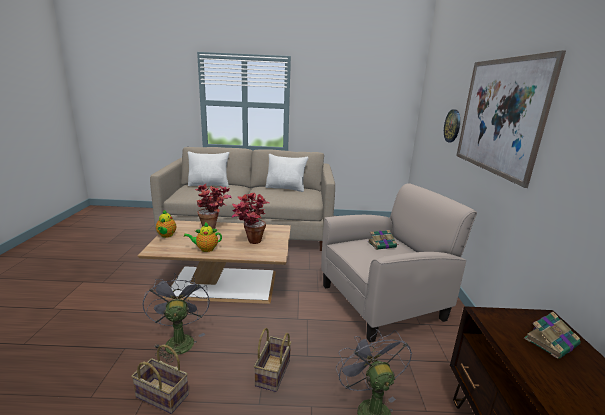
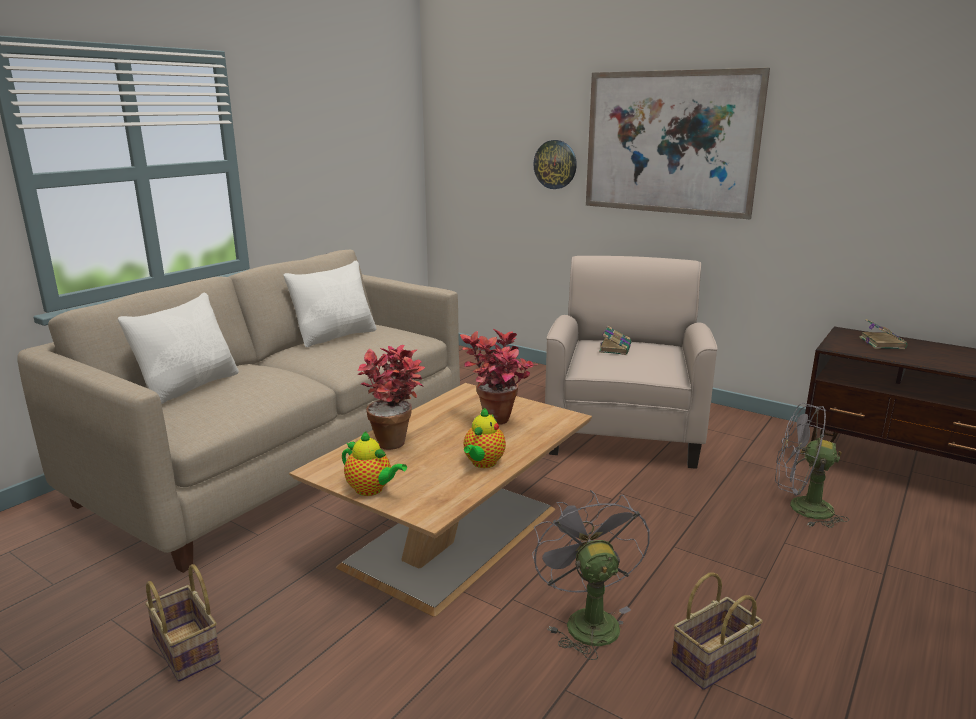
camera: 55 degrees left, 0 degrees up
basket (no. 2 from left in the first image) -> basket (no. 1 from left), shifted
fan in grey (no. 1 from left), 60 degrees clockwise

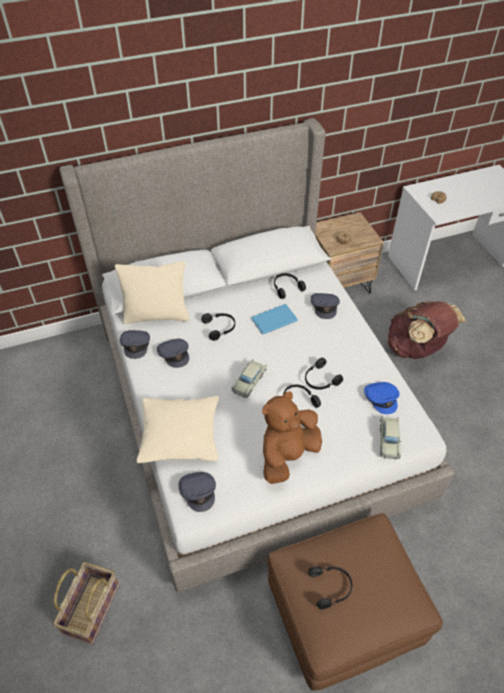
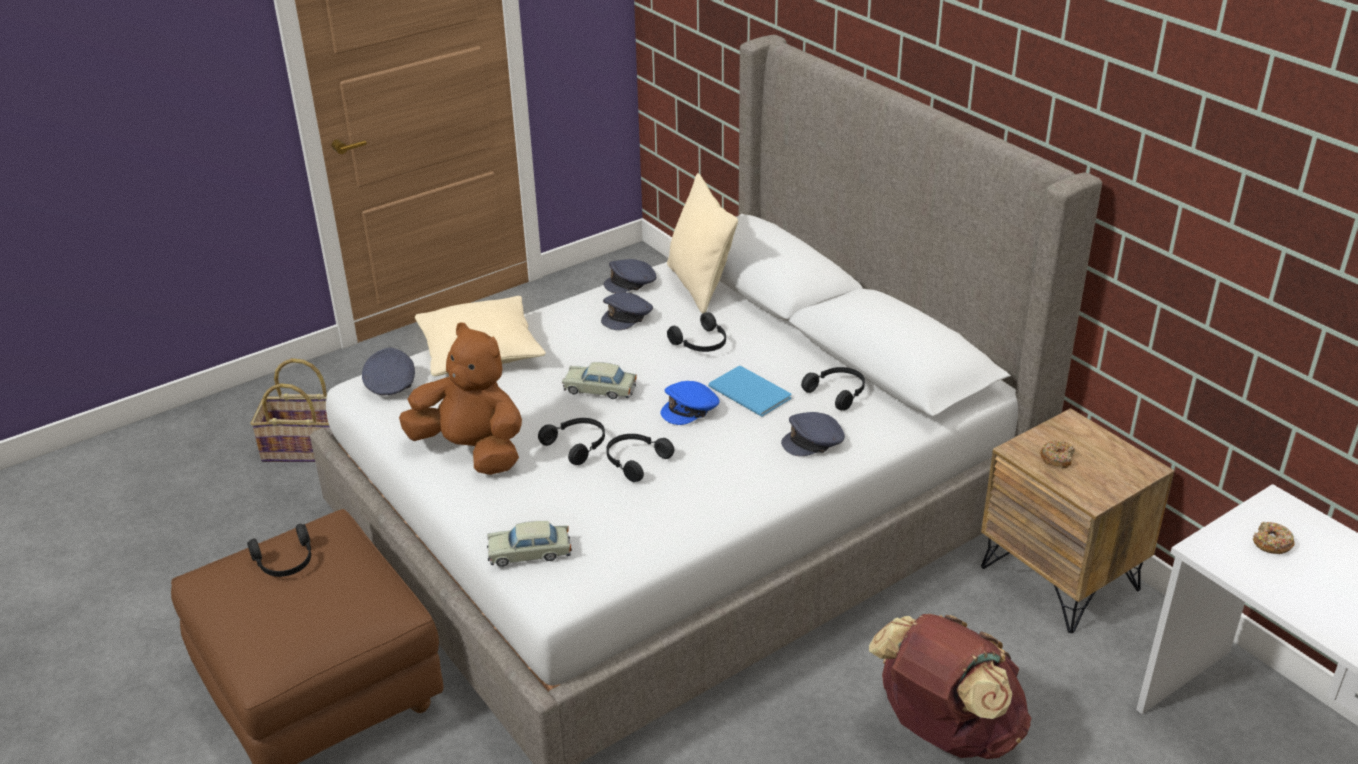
camera: 75 degrees right, 15 degrees down
cap in grey (no. 3 from left in the first image) -> cap in grey (no. 1 from left), 120 degrees clockwise
cap in blue, shifted

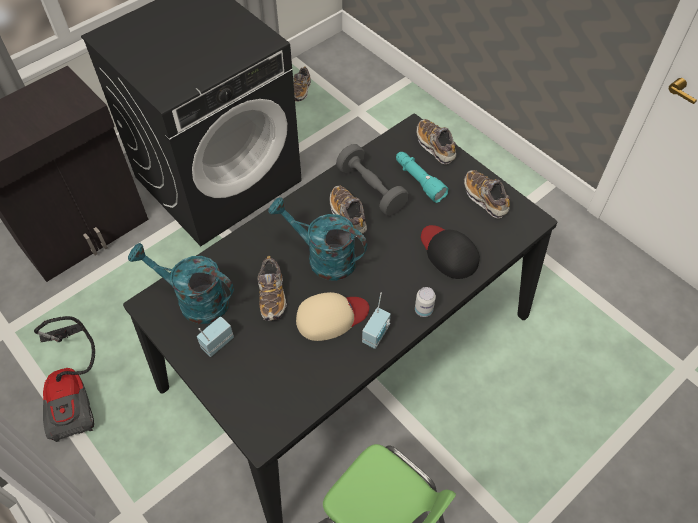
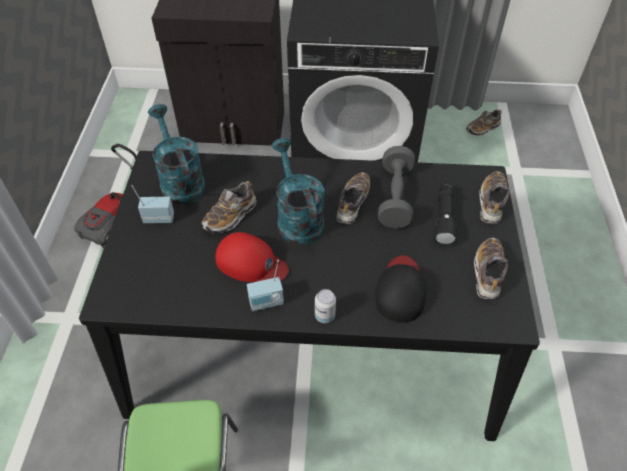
camera: 45 degrees right, 5 degrees down
cap in beige -> cap in red
flashlight in turquoise -> flashlight in black

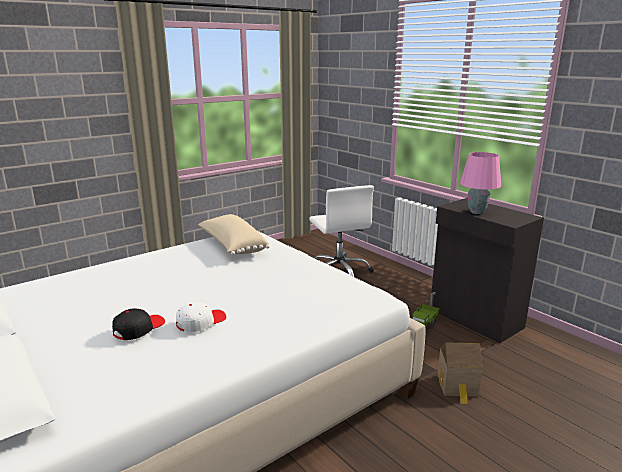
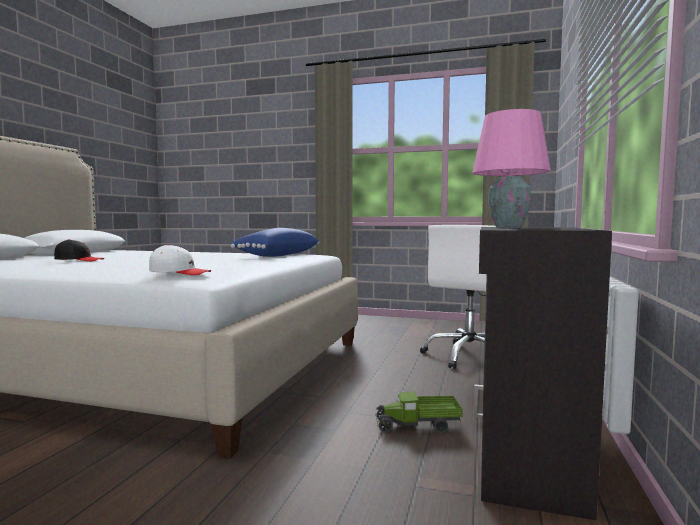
camera: 55 degrees right, 15 degrees down
cap in white, shifted
pillow in beige -> pillow in blue
toy house -> none

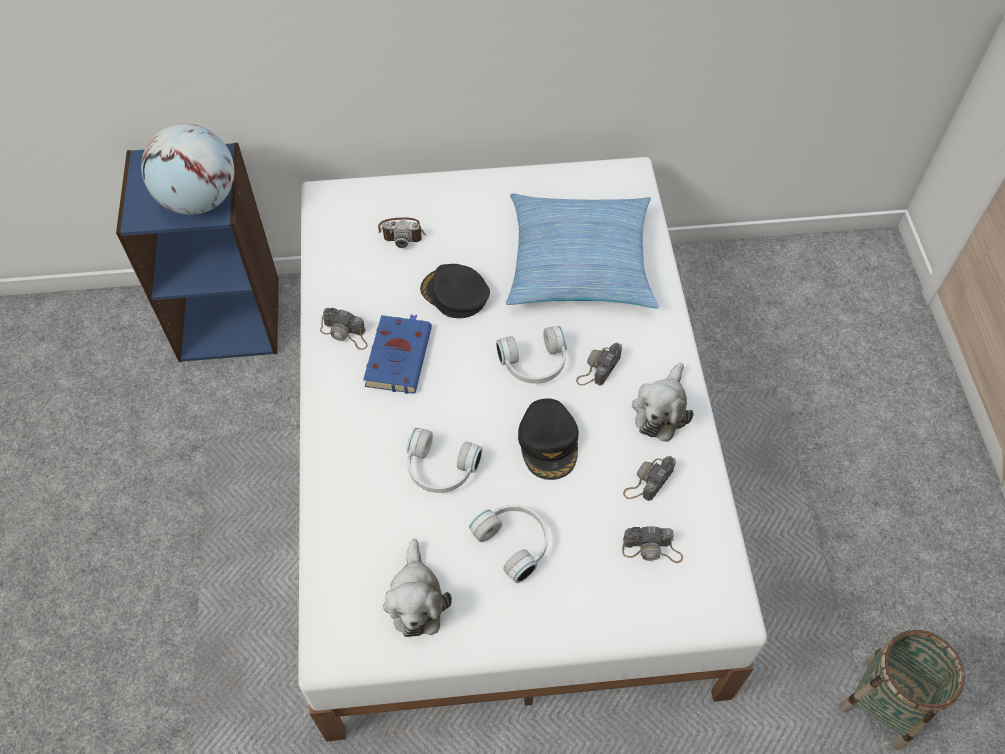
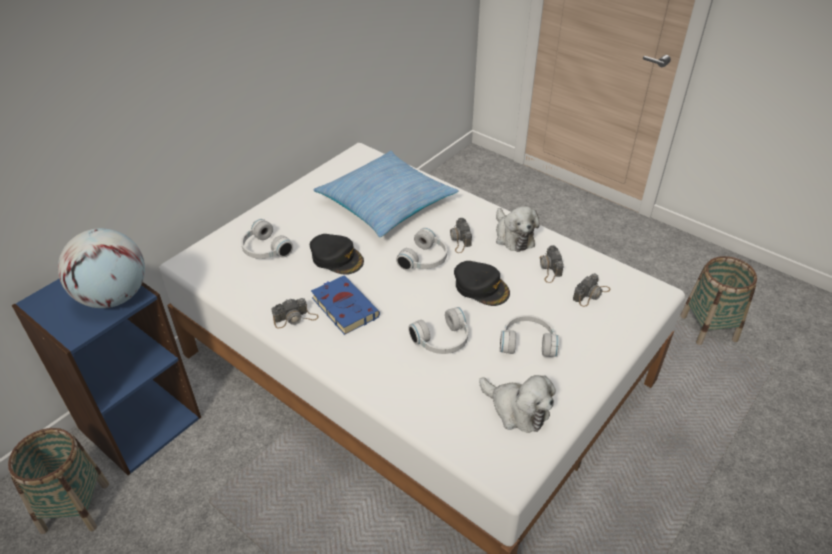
camera: 45 degrees left, 15 degrees down
none -> basket (no. 1 from left)
photo camera (no. 2 from left) -> headphones in white (no. 1 from left)
cap in black (no. 1 from left), 135 degrees counterclockwise

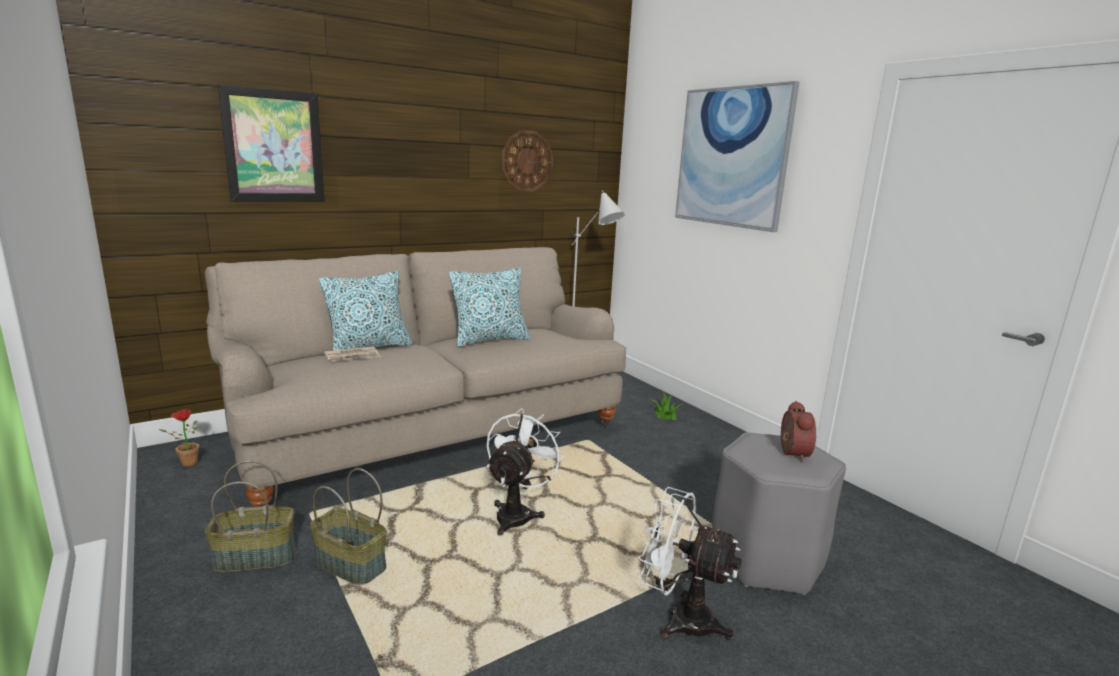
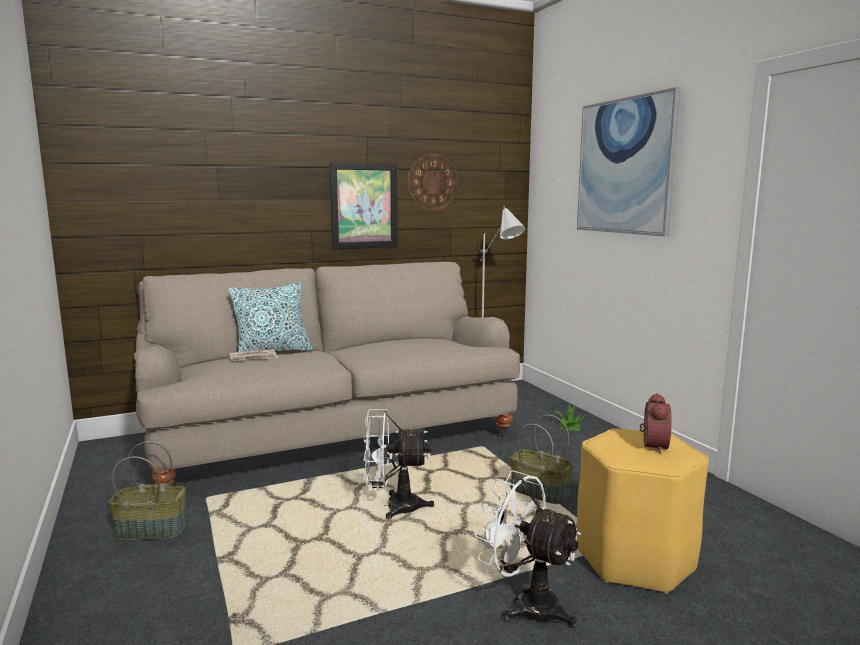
camera: 10 degrees right, 5 degrees down
picture (no. 1 from left), shifted
fan in white (no. 1 from left), 120 degrees counterclockwise
basket (no. 2 from left), shifted
stool in grey -> stool in yellow
potted plant (no. 1 from left) -> none
pillow (no. 2 from left) -> none

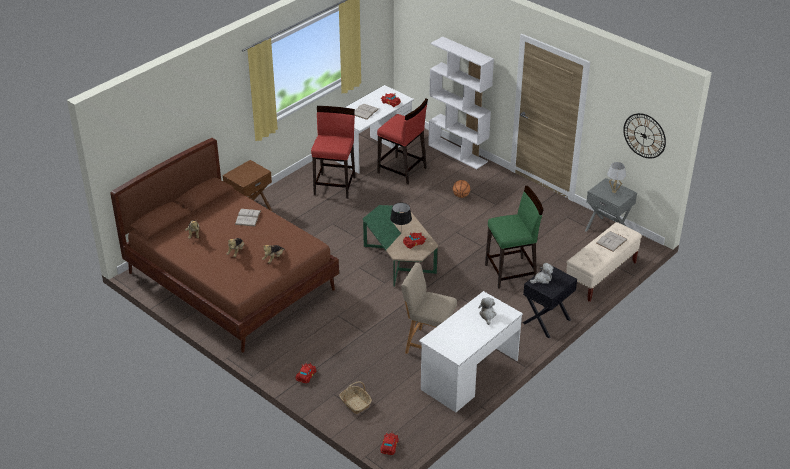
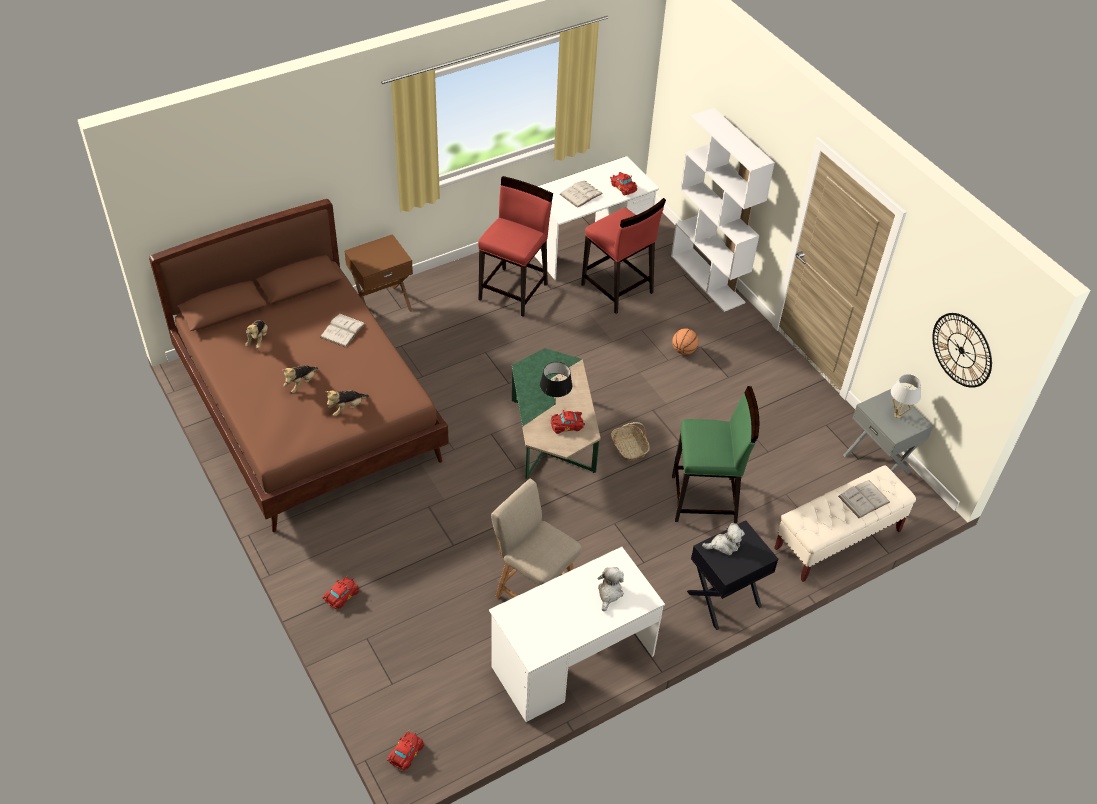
camera: 15 degrees right, 10 degrees up
basket, shifted

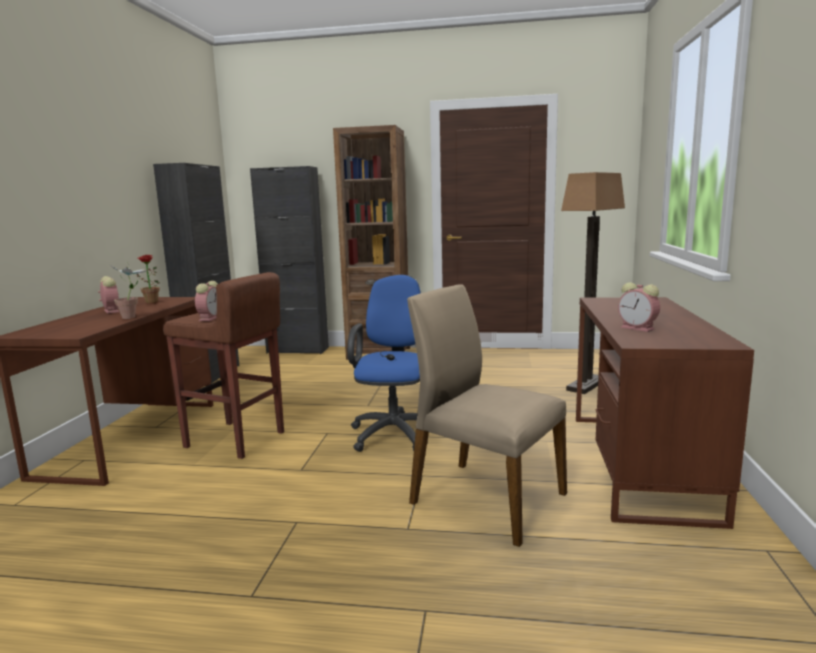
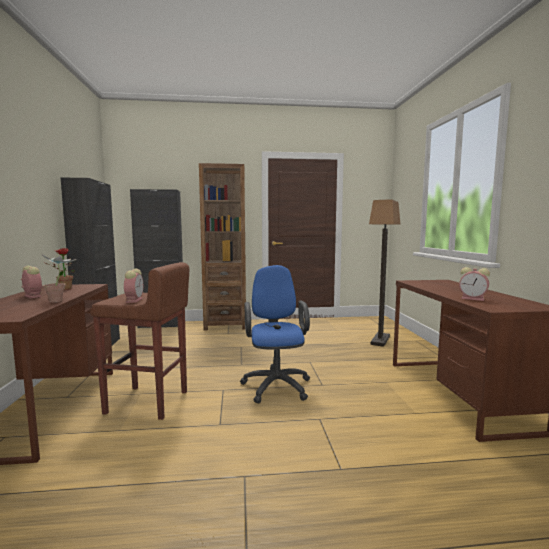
camera: 15 degrees left, 5 degrees down
chair in beige -> none

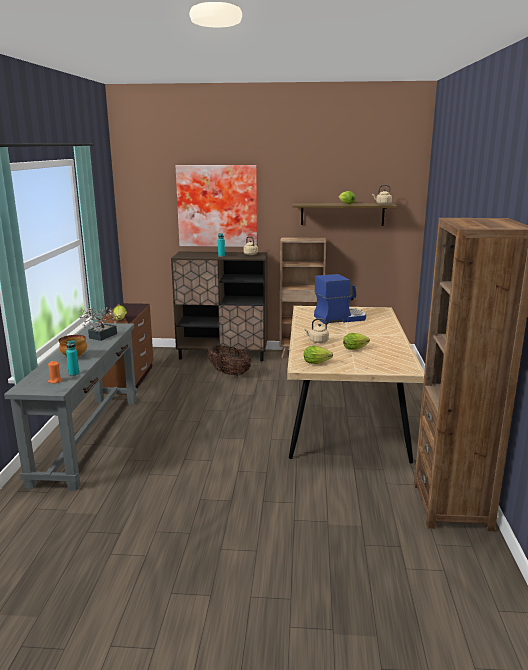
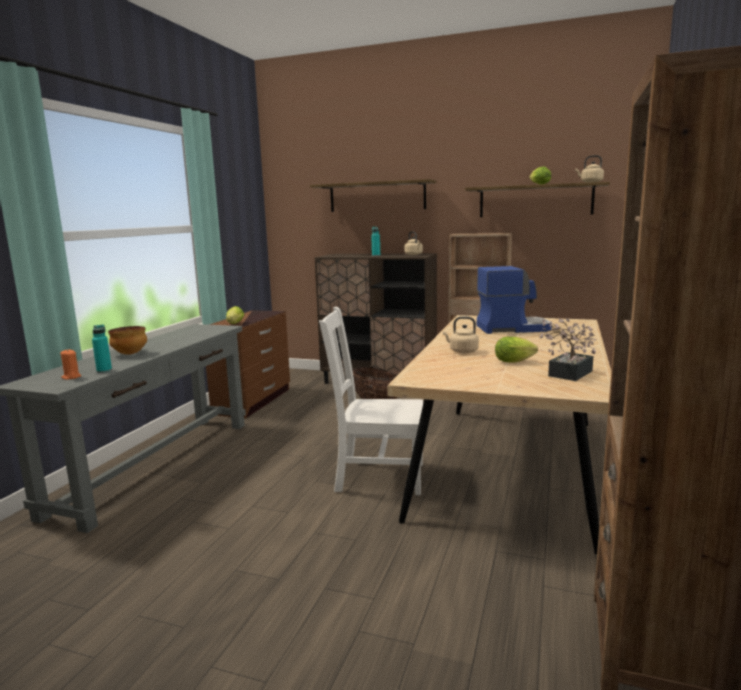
camera: 15 degrees right, 5 degrees down
picture -> shelf (no. 1 from left)
none -> chair in white
potted plant, shifted
lettuce (no. 2 from left) -> none

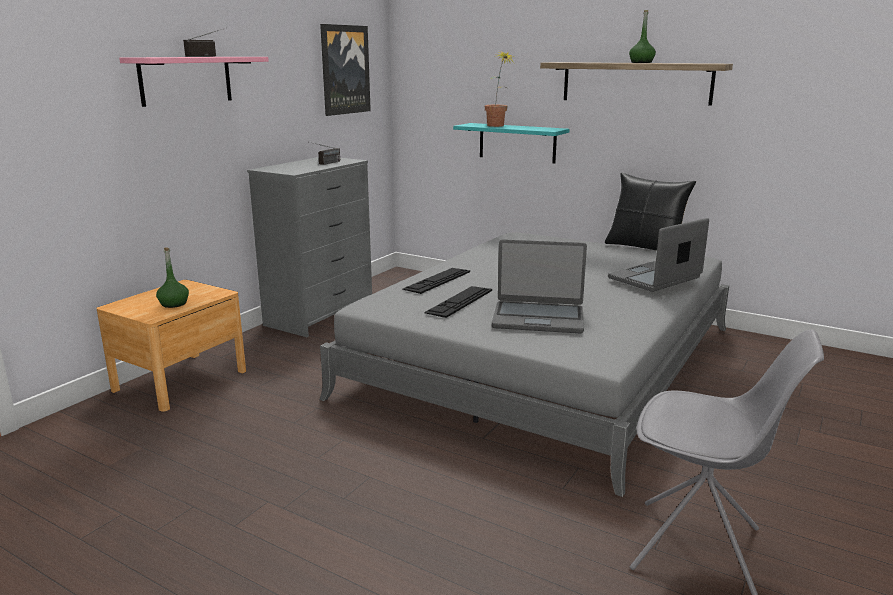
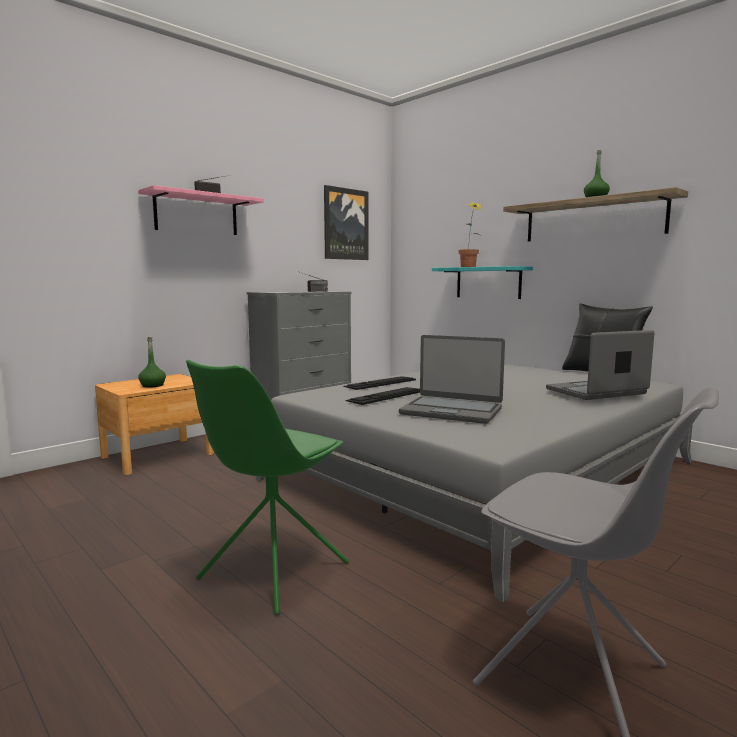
camera: 15 degrees right, 10 degrees down
none -> chair in green

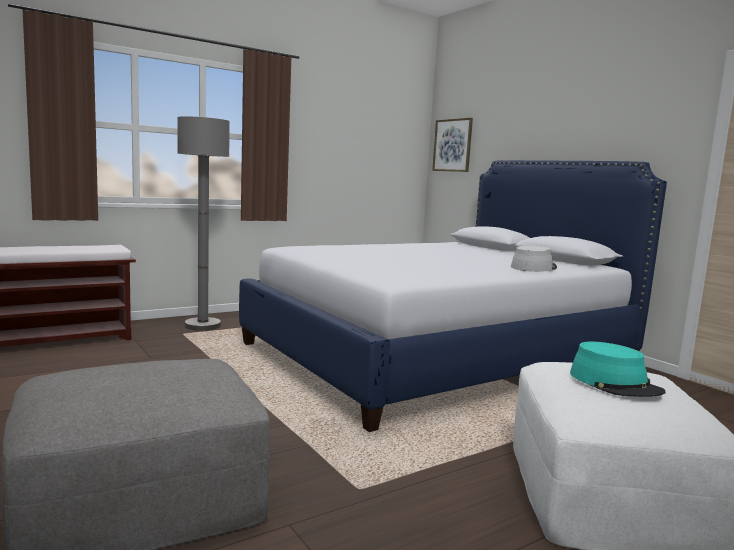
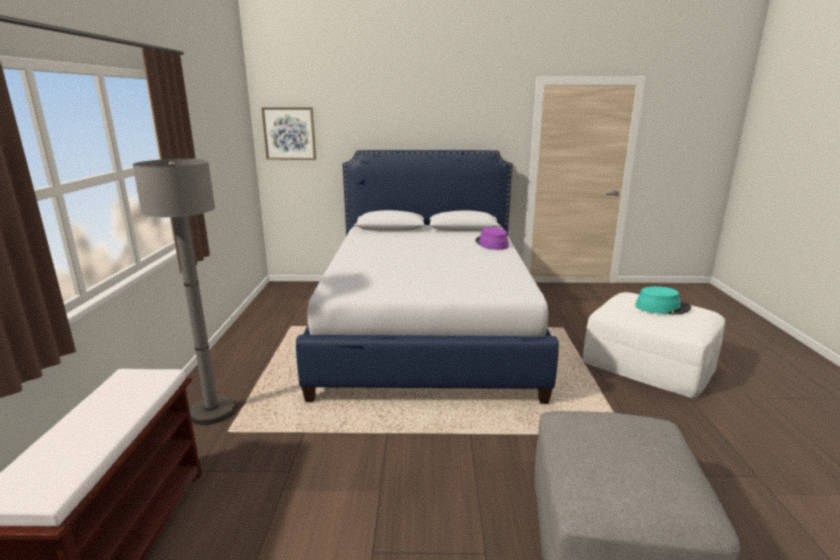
camera: 55 degrees left, 10 degrees up
hat in grey -> hat in purple

